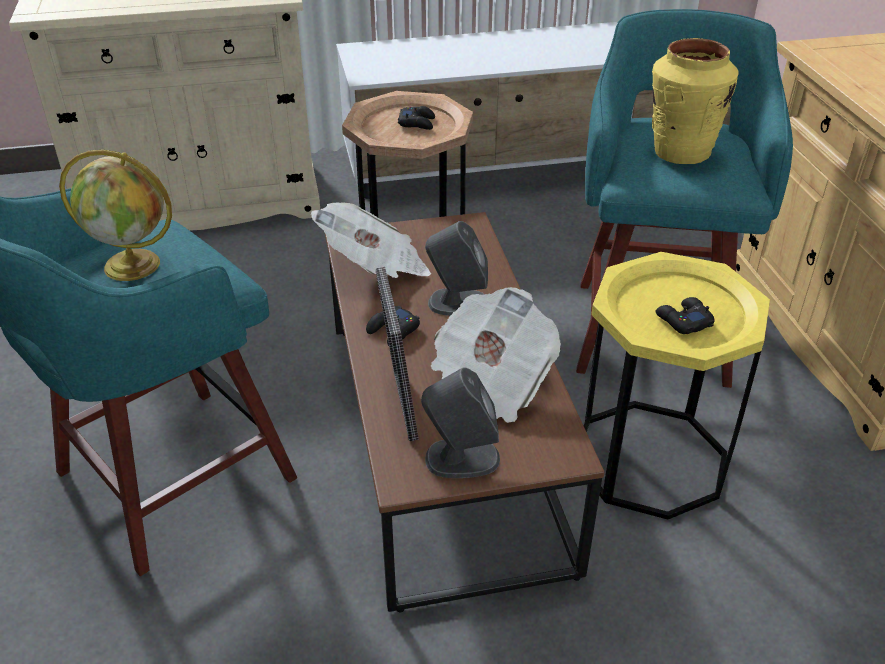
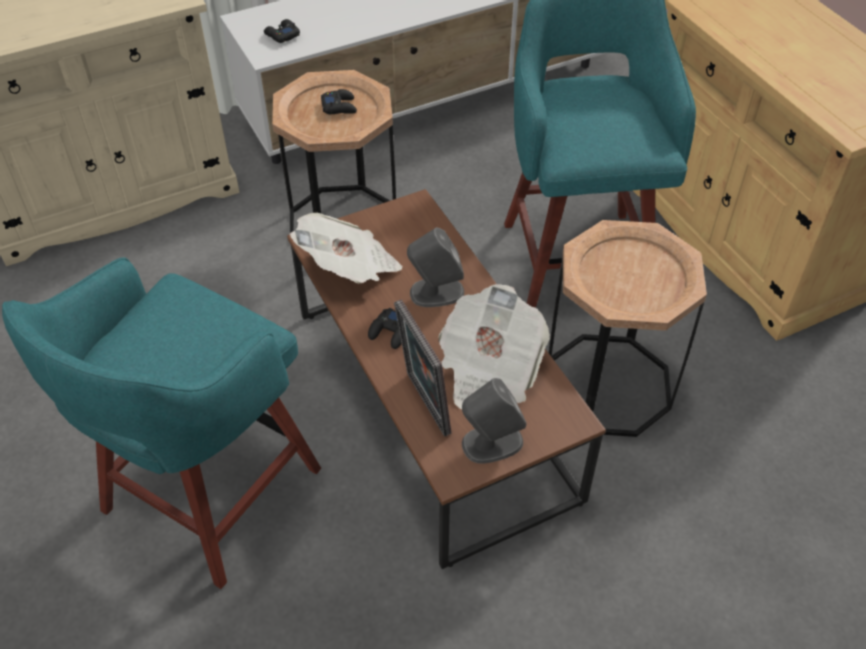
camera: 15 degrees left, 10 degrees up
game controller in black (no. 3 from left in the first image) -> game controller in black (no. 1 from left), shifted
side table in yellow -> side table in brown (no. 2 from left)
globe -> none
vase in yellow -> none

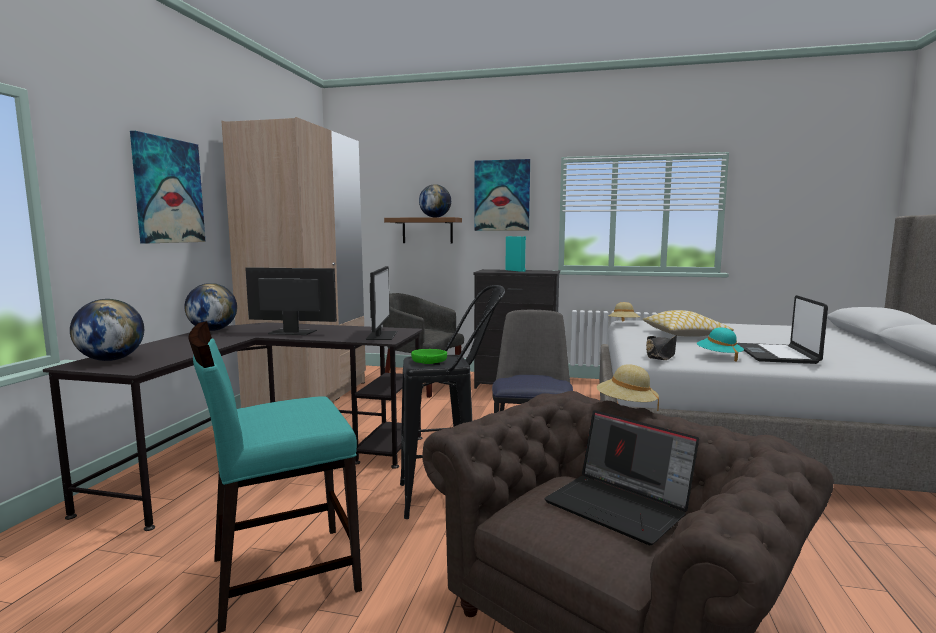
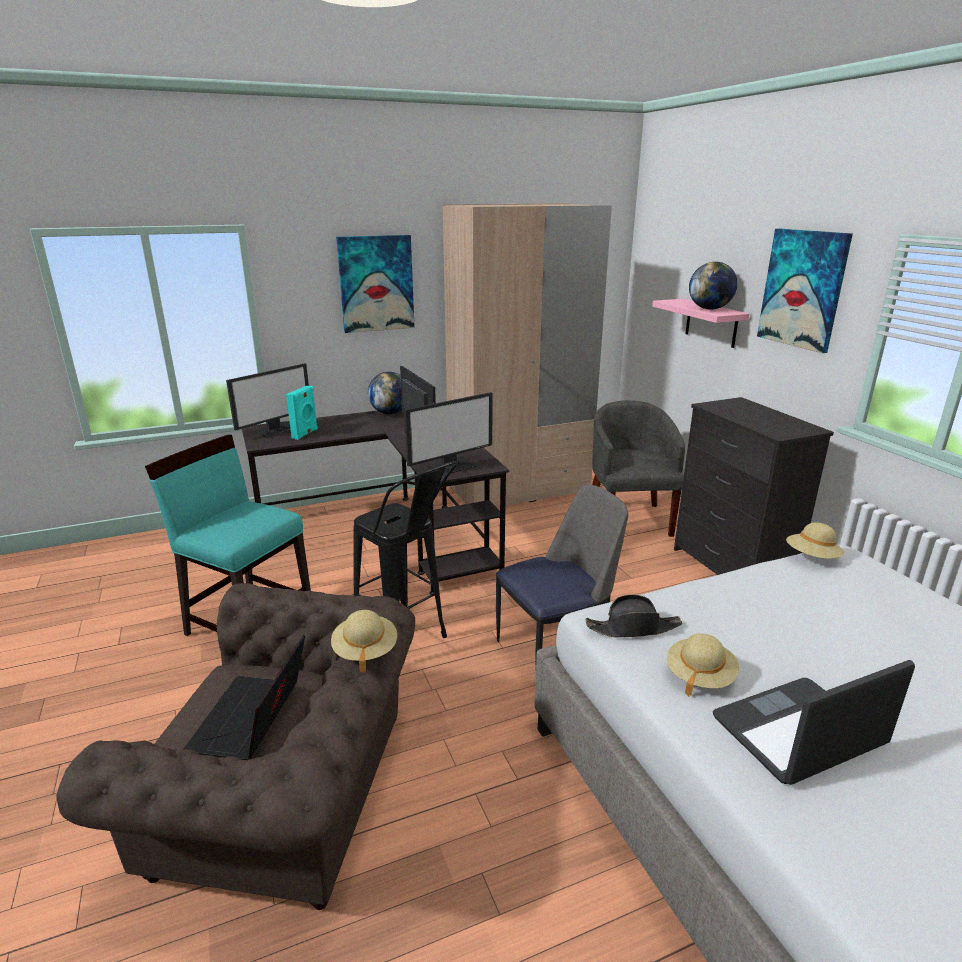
camera: 55 degrees right, 15 degrees up
globe (no. 1 from left) -> monitor (no. 1 from left)
speaker in turquoise, shifted
shelf in brown -> shelf in pink
hat in turquoise -> hat in beige (no. 2 from left)
bowl in green -> none
pillow -> none

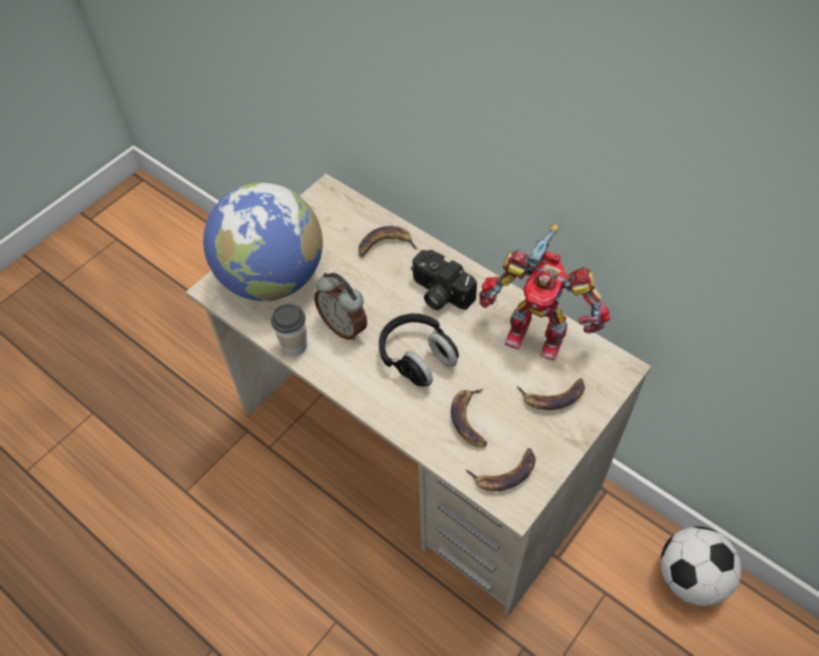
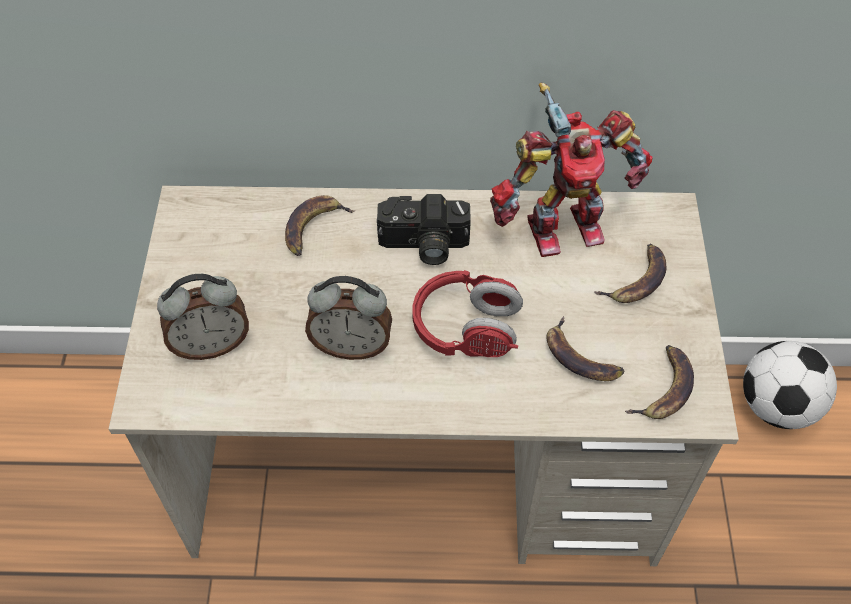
camera: 40 degrees left, 0 degrees up
globe -> alarm clock (no. 1 from left)
headphones in black -> headphones in red
cup -> none

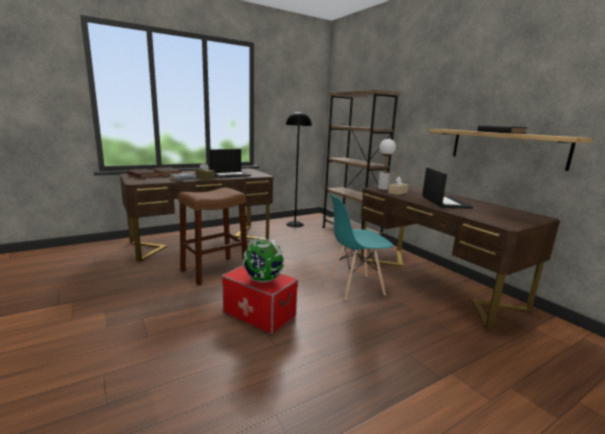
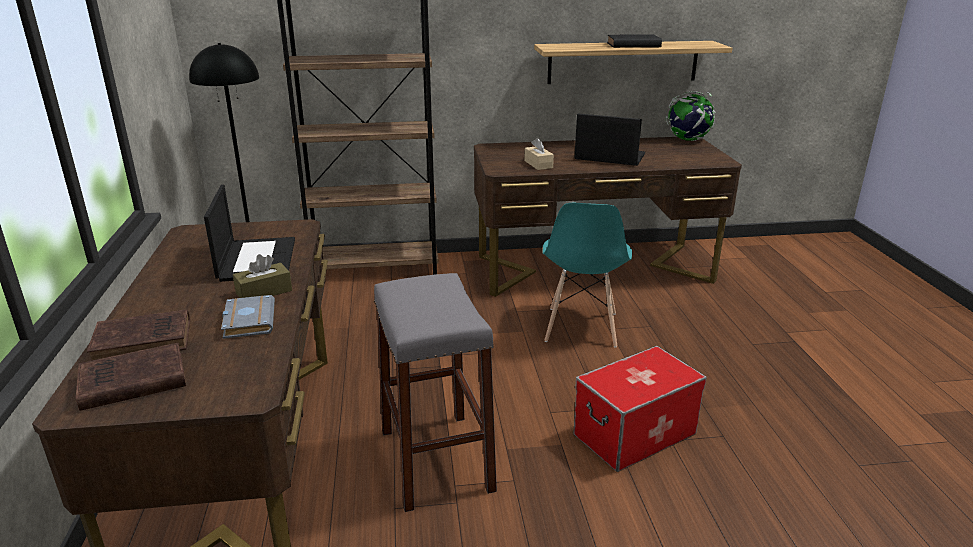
camera: 65 degrees left, 10 degrees up
stool in brown -> stool in grey
globe, shifted
table lamp in white -> none

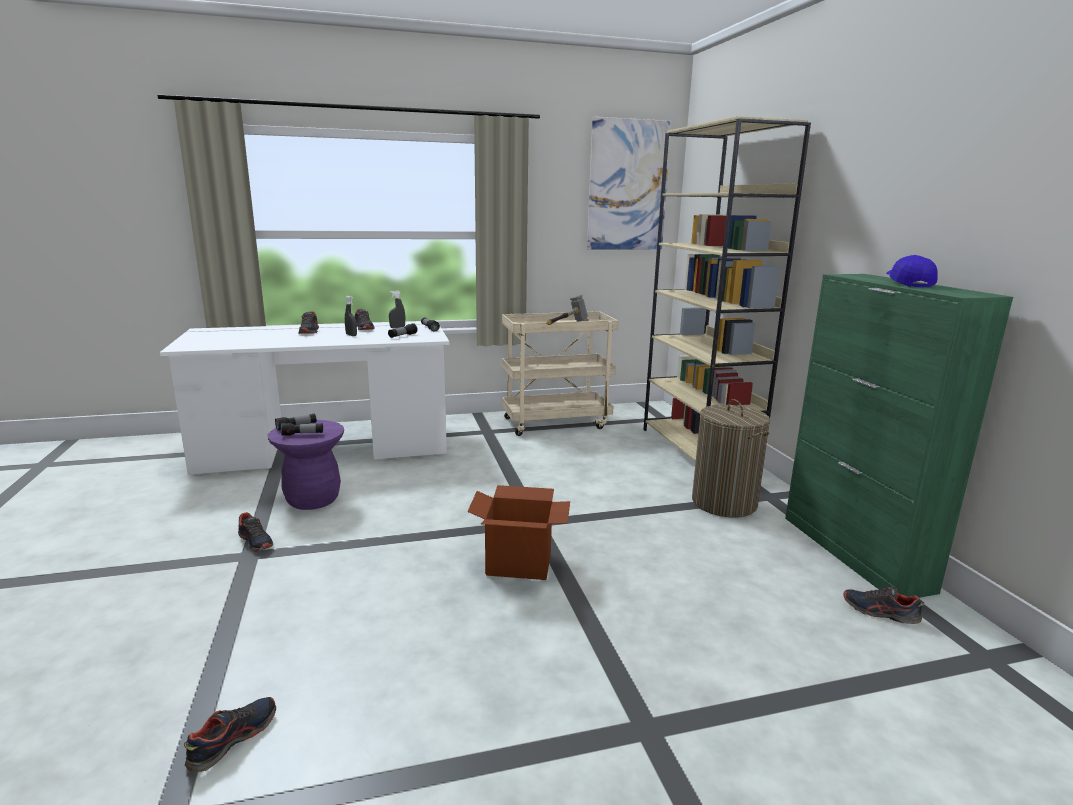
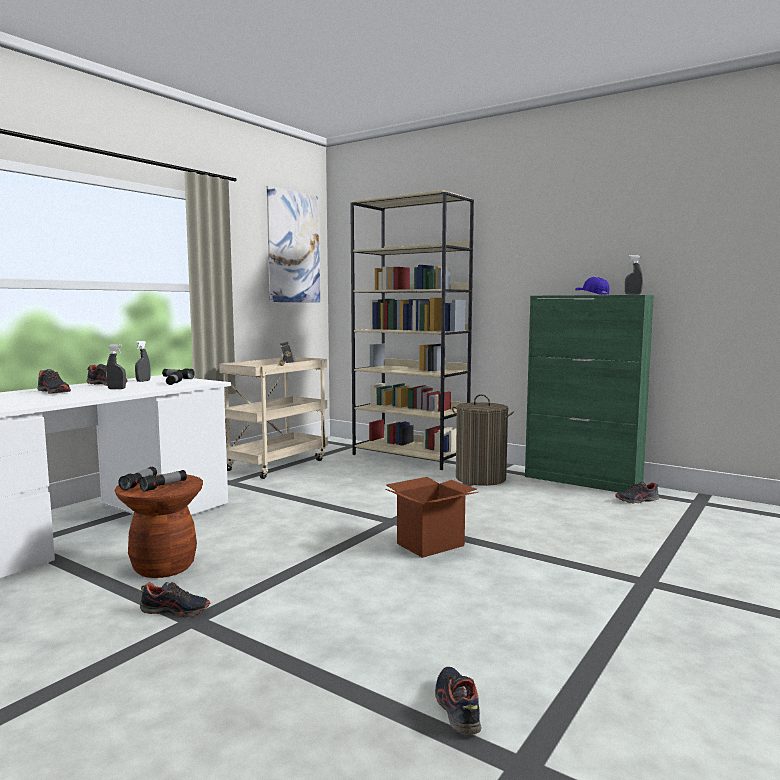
camera: 40 degrees left, 10 degrees down
stool in purple -> stool in brown
none -> spray bottle in grey (no. 3 from left)

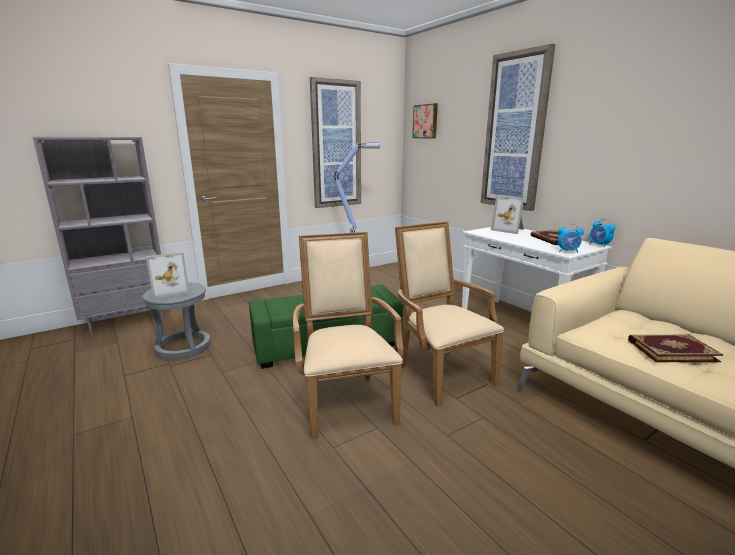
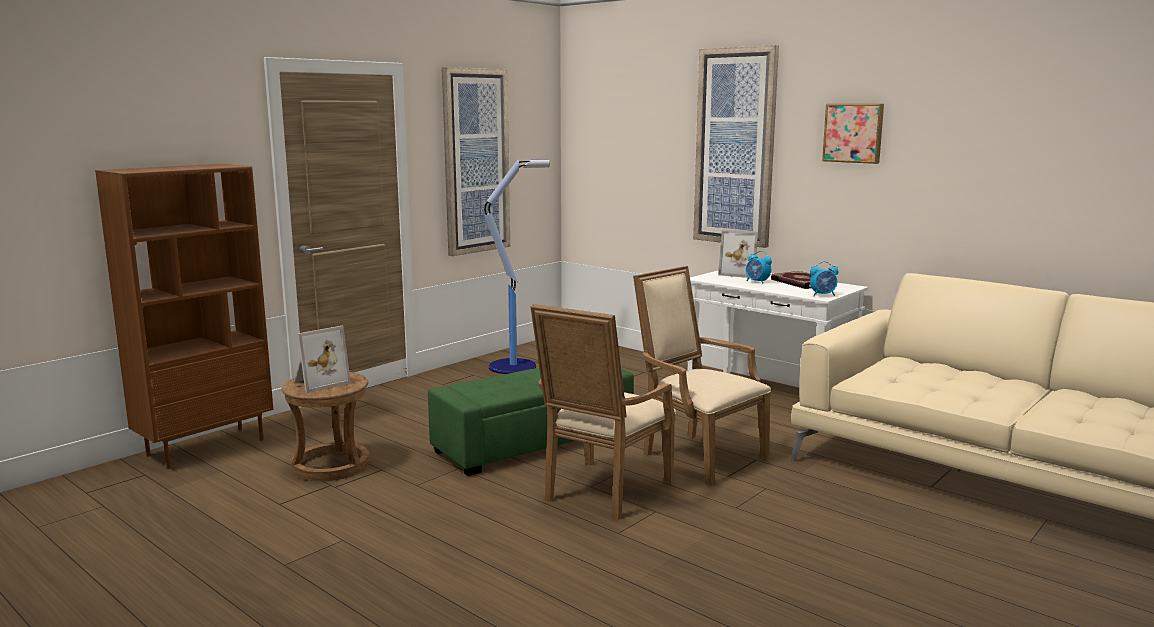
camera: 15 degrees left, 5 degrees down
bookcase in grey -> bookcase in brown
stool in grey -> stool in brown
armchair in beige (no. 1 from left), 120 degrees counterclockwise
alarm clock (no. 2 from left in the first image) -> alarm clock (no. 1 from left), shifted
picture (no. 2 from left in the first image) -> picture (no. 3 from left), shifted
book (no. 2 from left) -> none

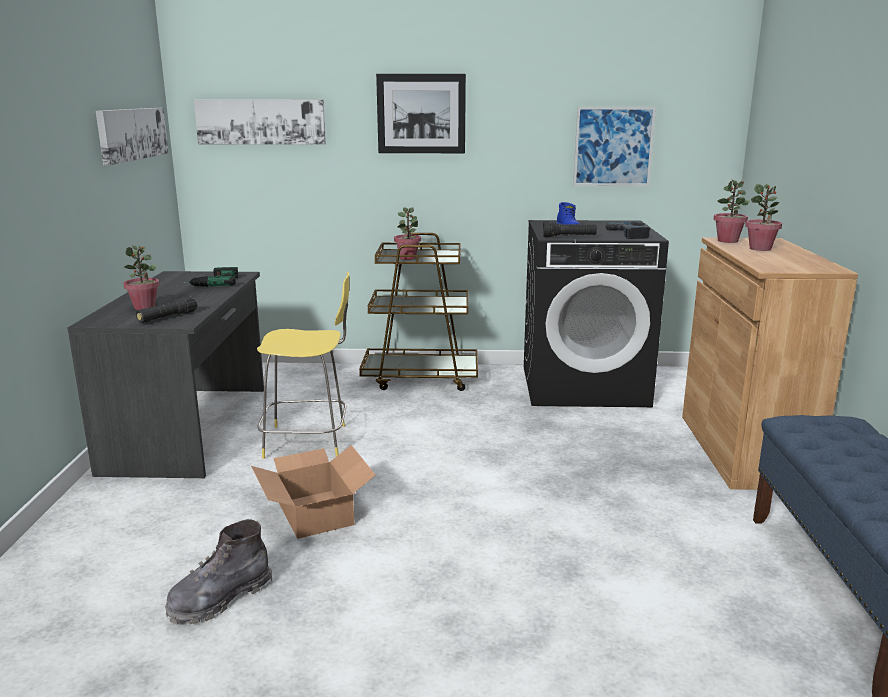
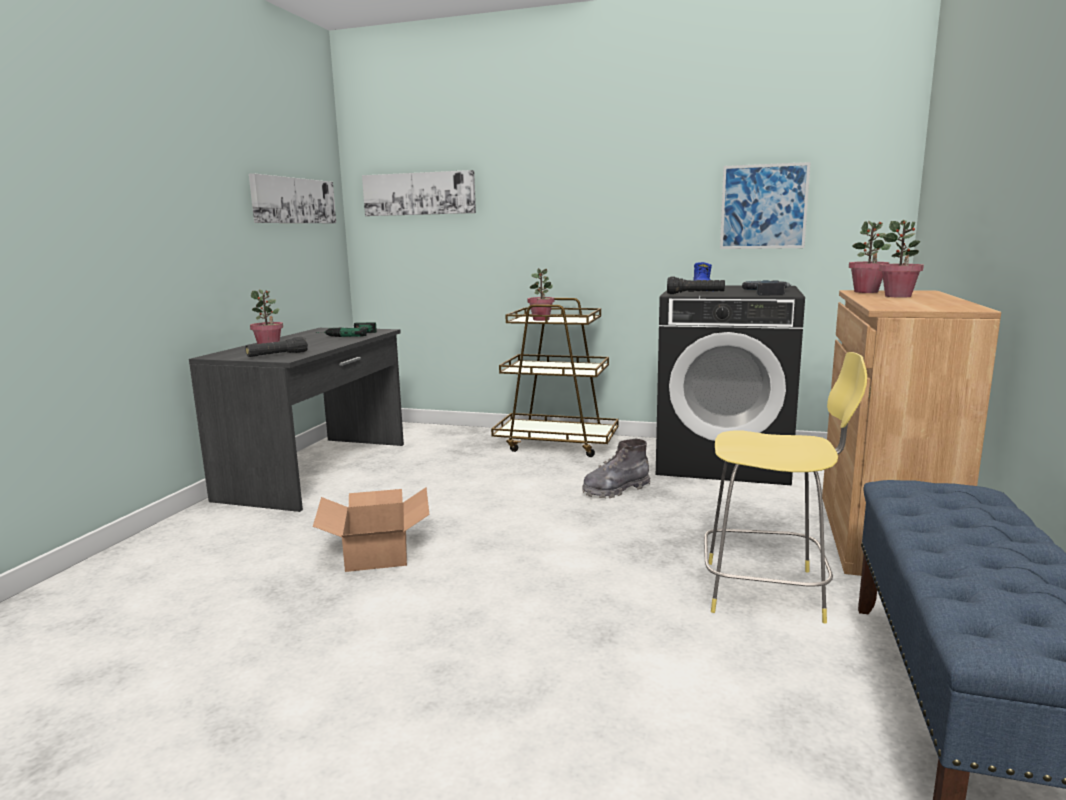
camera: 15 degrees right, 5 degrees down
boot in grey, shifted
stool in yellow, shifted
picture (no. 3 from left) -> none

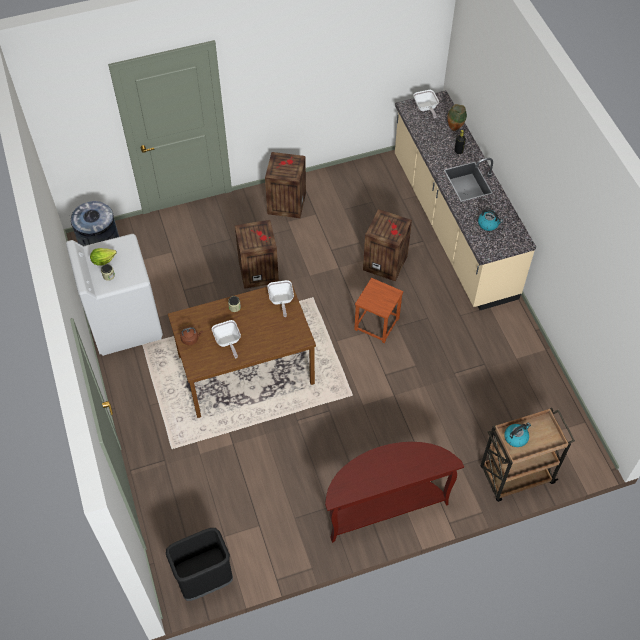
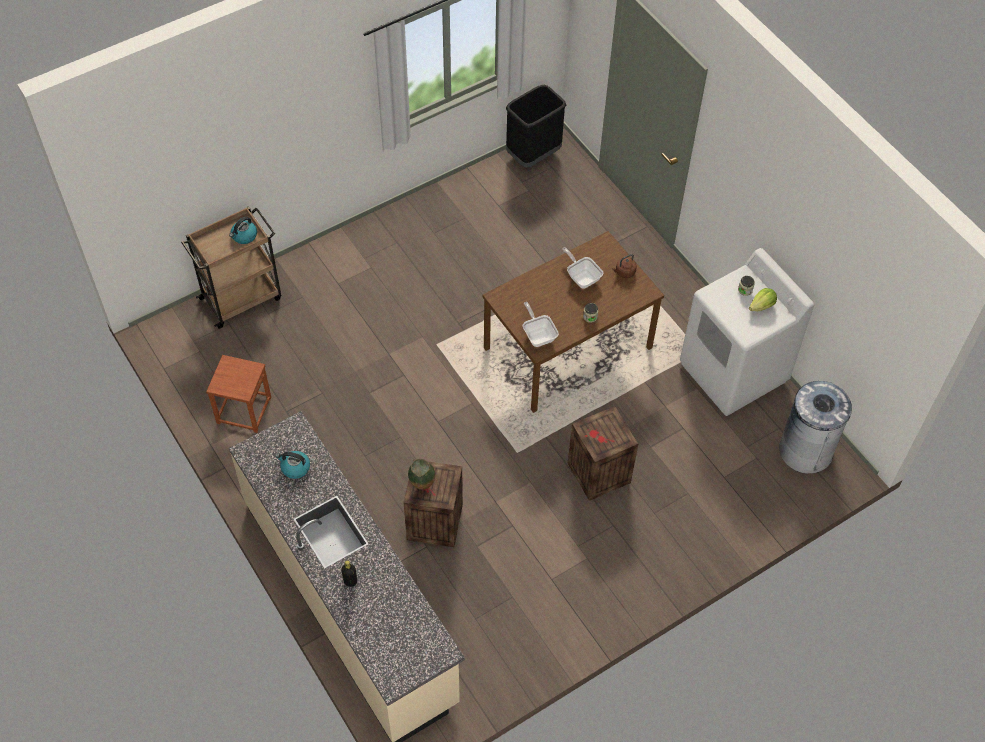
camera: 165 degrees right, 0 degrees up
stool in brown, shifted
vase, shifted
crate (no. 2 from left) -> none
console table in brown -> none
frying pan (no. 3 from left) -> none

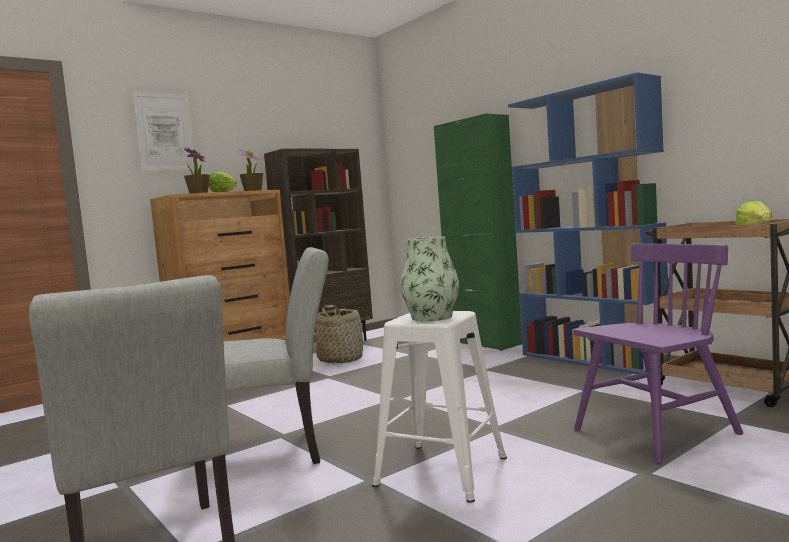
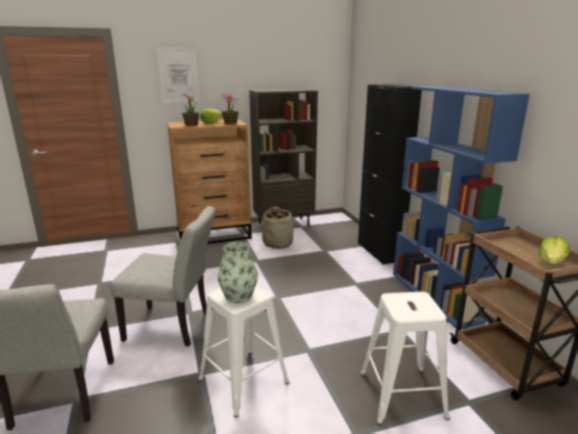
camera: 20 degrees right, 15 degrees up
cabinet in green -> cabinet in black
chair in purple -> stool in white (no. 2 from left)

